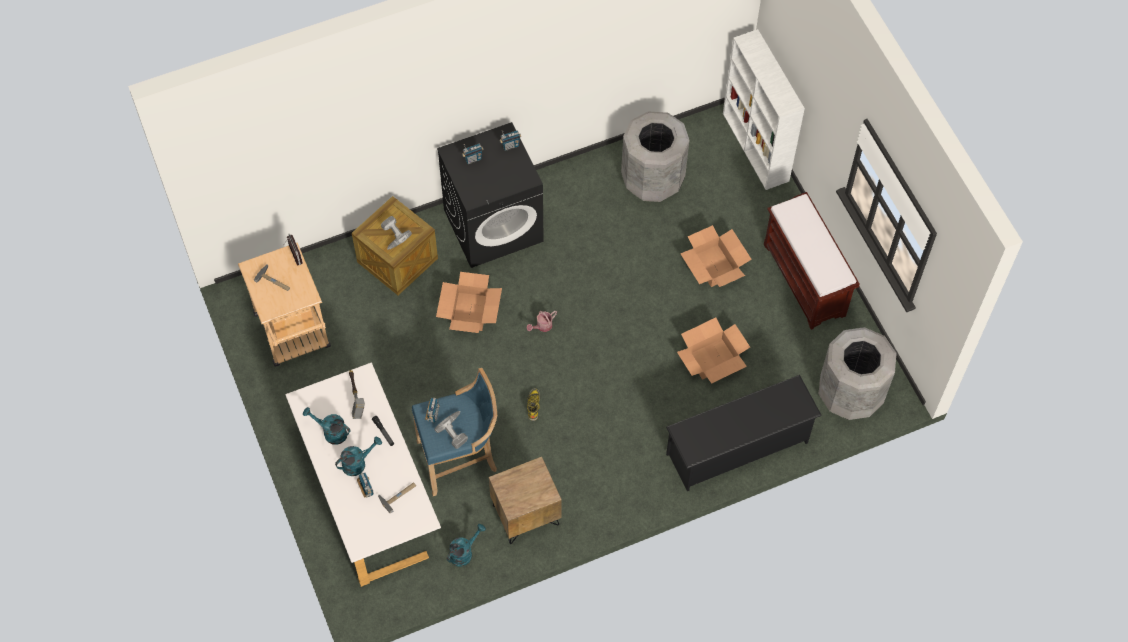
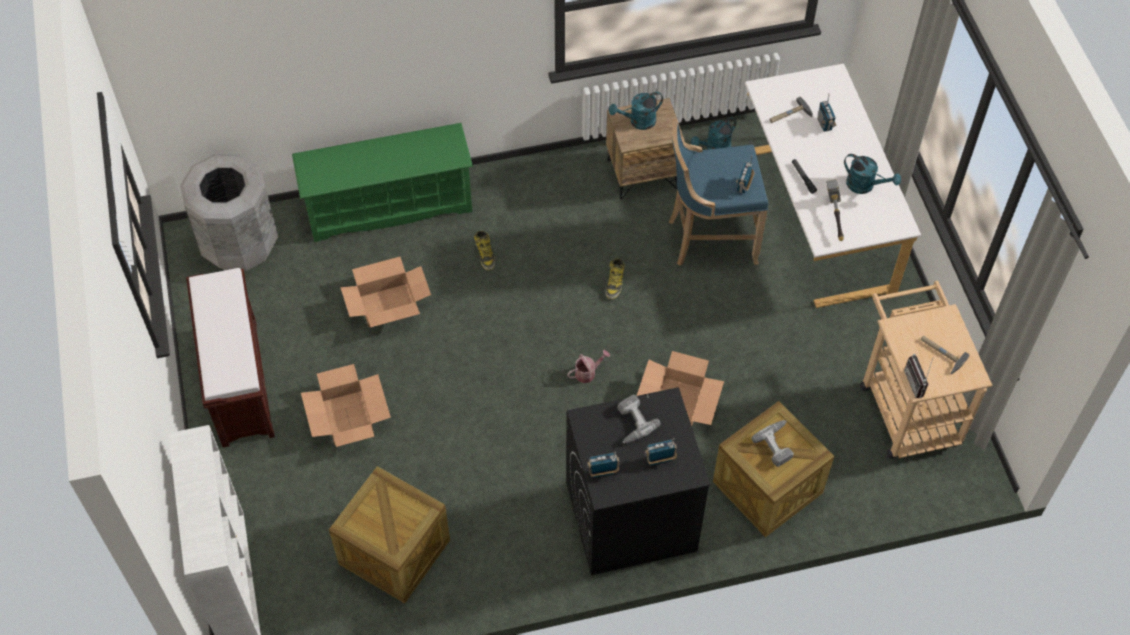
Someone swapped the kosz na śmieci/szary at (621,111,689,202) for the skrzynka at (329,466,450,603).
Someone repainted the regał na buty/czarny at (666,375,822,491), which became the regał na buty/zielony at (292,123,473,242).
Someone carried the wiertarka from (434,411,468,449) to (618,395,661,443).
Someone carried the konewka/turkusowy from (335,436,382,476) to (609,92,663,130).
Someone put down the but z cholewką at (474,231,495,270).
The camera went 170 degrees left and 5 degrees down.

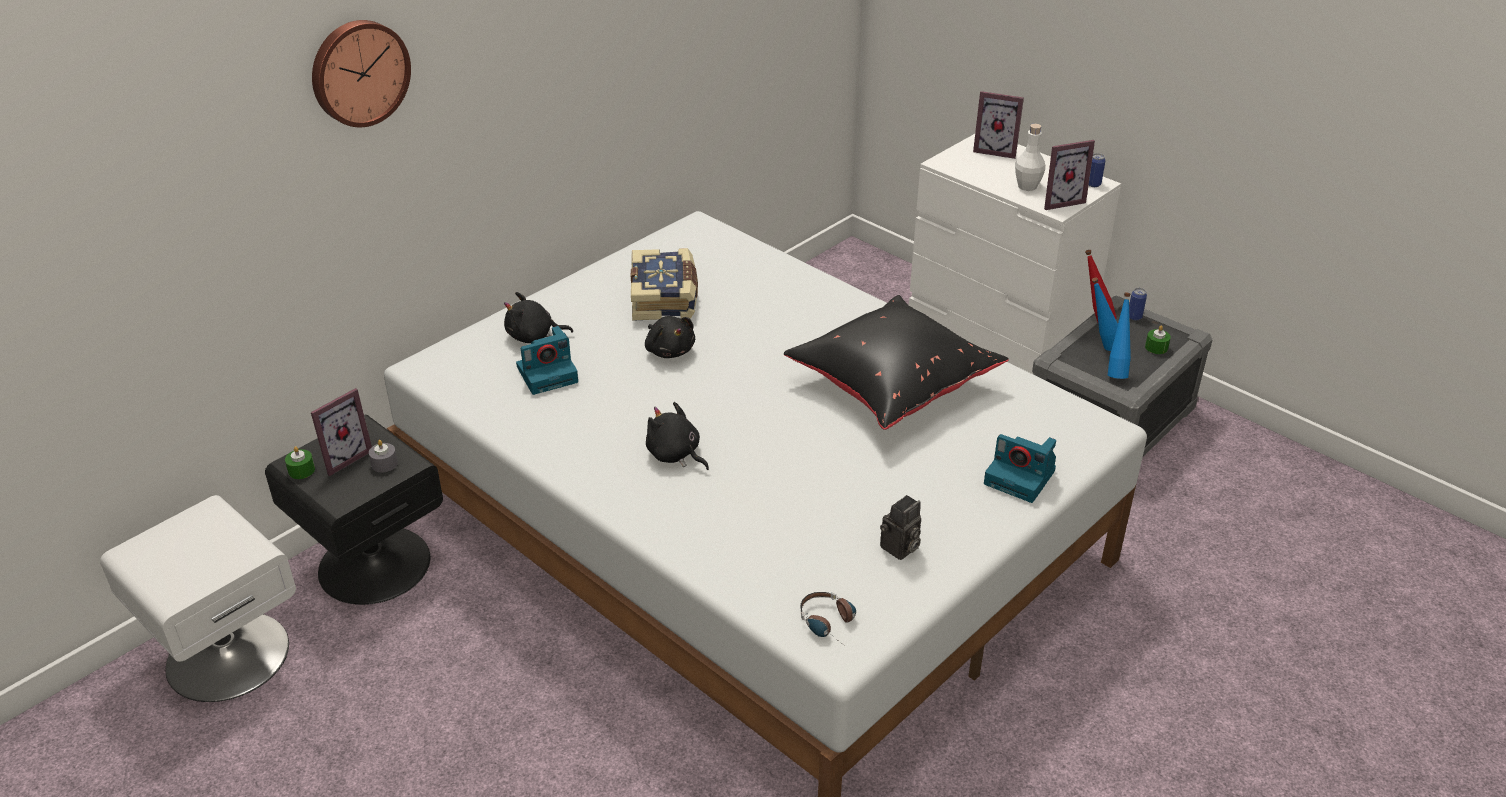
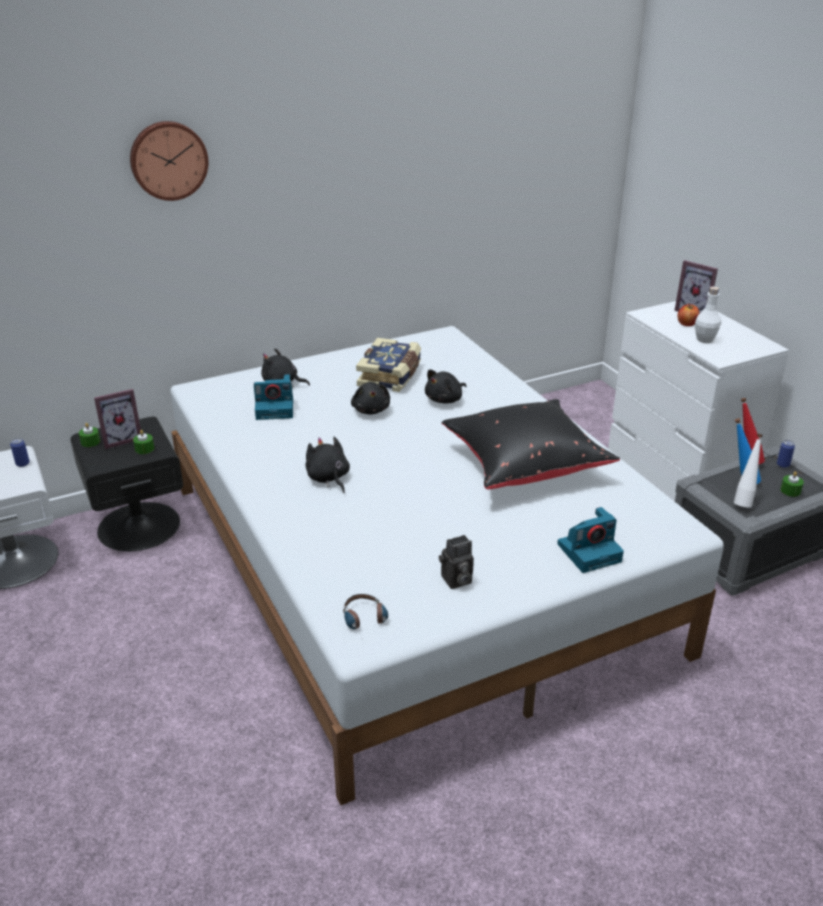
Someone took away the ramka na zdjęcie at (1044,140,1095,210).
Someone carried the puszka from (1088,153,1106,187) to (10,437,30,467).
Someone repainted the butelka/niebieski at (1108,293,1131,379), which became the butelka/biały at (734,433,763,508).
Someone rotated the aparat fotograficzny at (984,434,1056,503) by 75 degrees counterclockwise.
Someone repainted the świeca/szary at (369,440,398,472), which became the świeca/zielony at (133,430,154,454).
Someone put down the jabłko at (677,303,699,326).
Someone put down the pluszak/czarny at (425,369,466,403).
The camera went 20 degrees right and 5 degrees down.

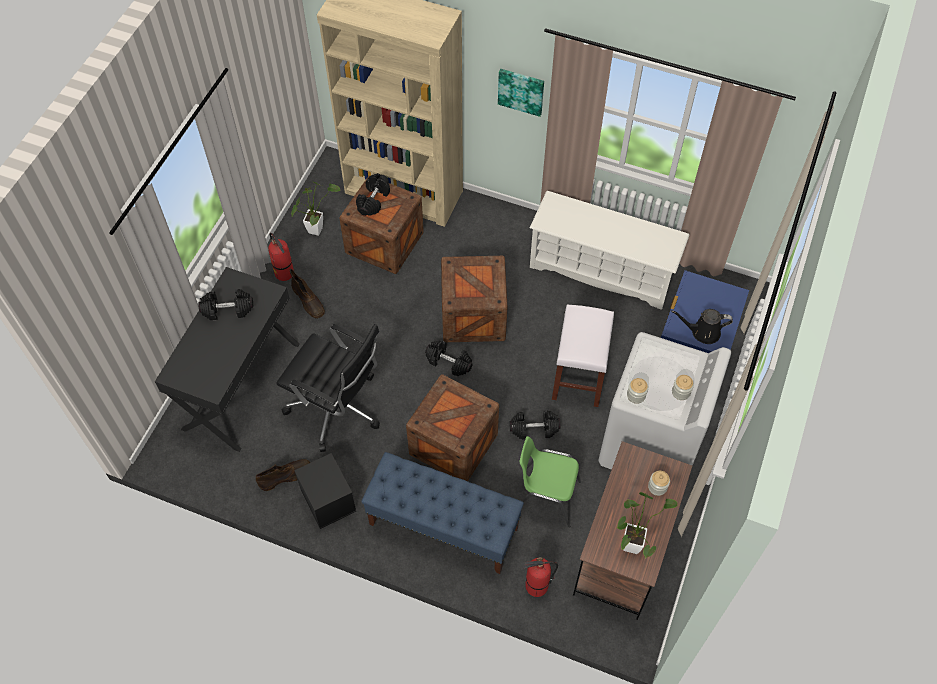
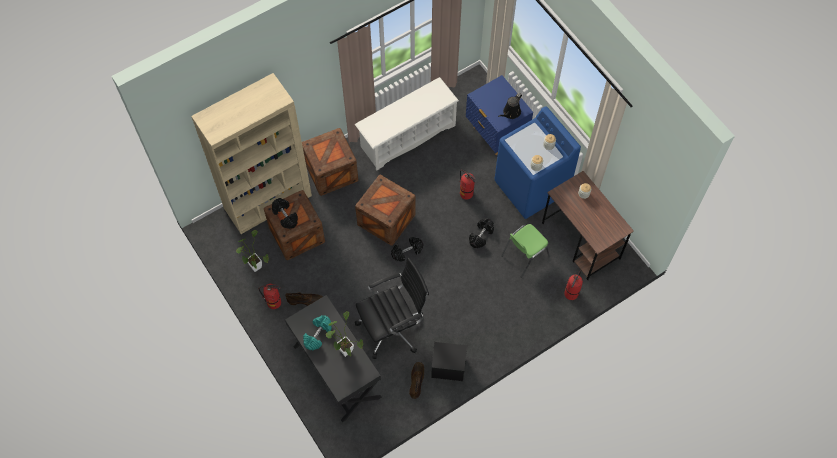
Someone took away the obraz at (498,69,544,117).
Someone repainted the hantel/czarny at (198,289,253,320), which became the hantel/turkusowy at (303,315,332,350).
Someone swapped the stołek/biały at (552,304,614,407) for the gaśnica at (460,170,476,200).
Someone repainted the pralka/biały at (599,332,731,470), which became the pralka/niebieski at (495,106,581,219).
Someone carried the skrzynka from (406,374,499,481) to (302,128,358,196).
Someone took away the ławka/niebieski at (361,452,524,574).
Someone carried the roślina doniczkowa from (617,492,678,558) to (326,311,363,357).
The camera went 55 degrees left and 5 degrees up.

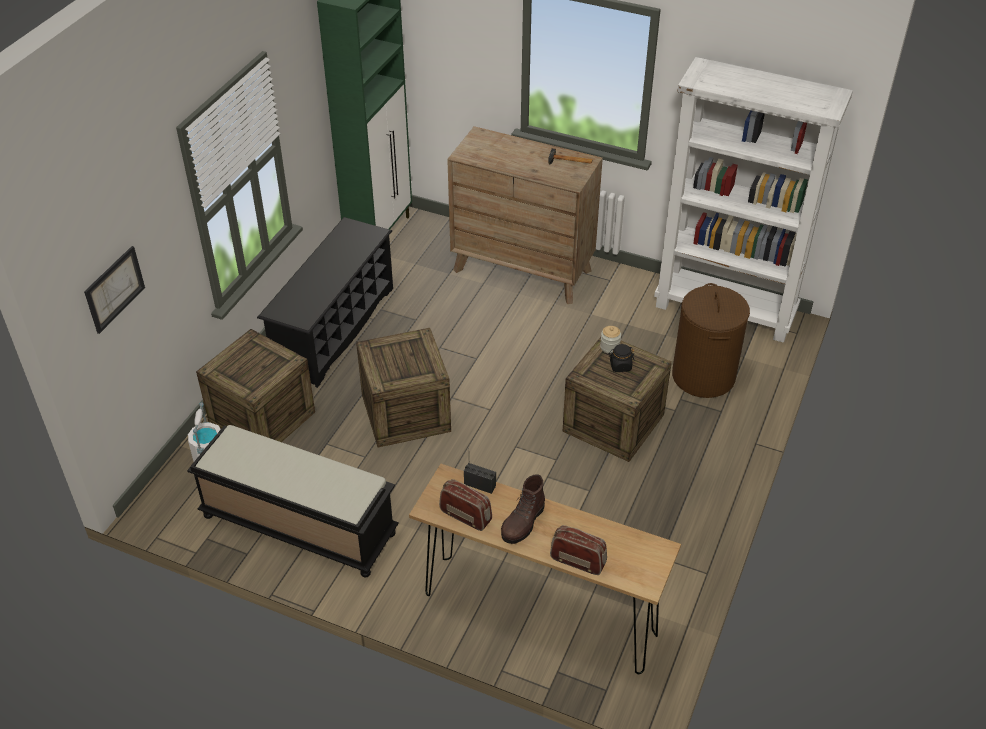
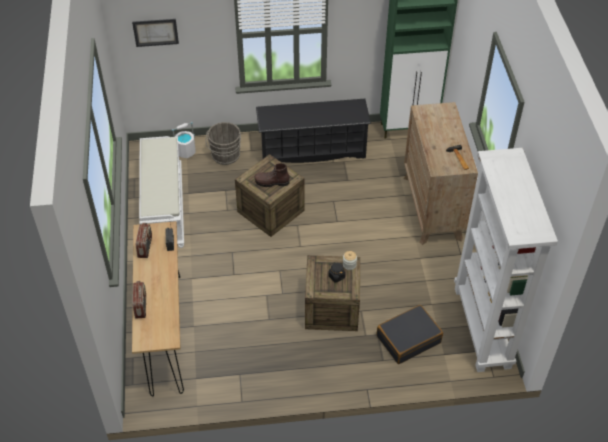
Someone swapped the kosz na pranie/brązowy at (672,283,750,398) for the walizka/czarny at (377,305,443,364).
Someone swapped the skrzynka at (196,329,315,442) for the wiadro/szary at (206,122,241,165).
Someone repainted the ławka/czarny at (187,425,399,578), which became the ławka/biały at (139,136,184,248).
Someone carried the but z cholewką/brązowy from (501,474,545,544) to (255,163,290,187).
The camera went 60 degrees right and 5 degrees up.

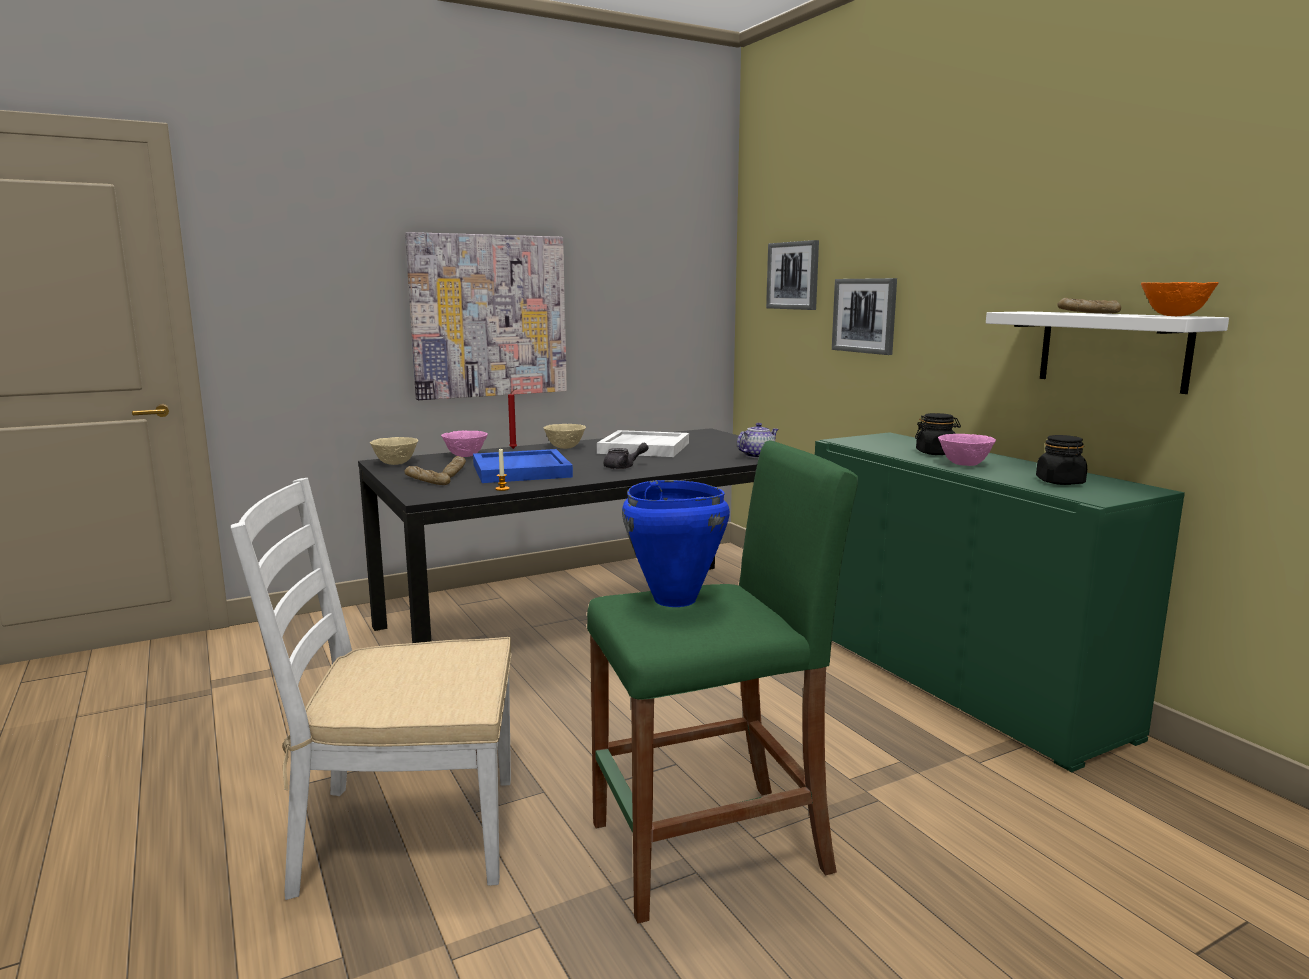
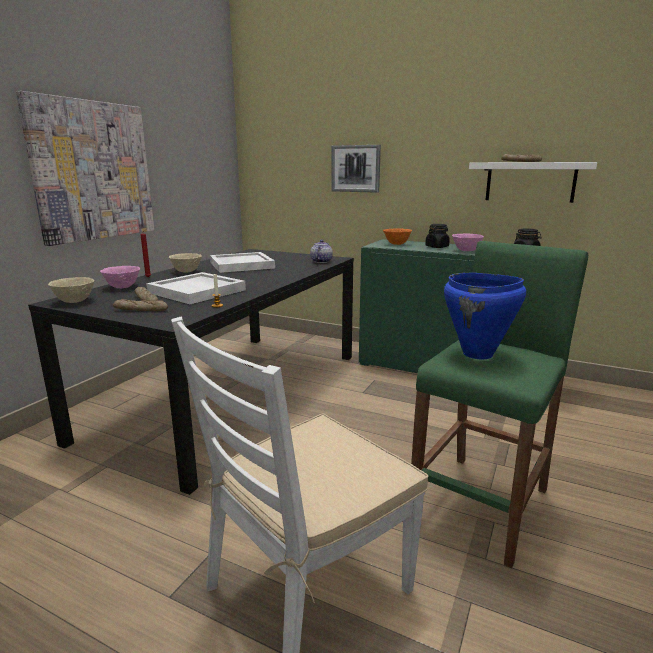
Someone took away the obraz at (766,240,819,310).
Someone carried the miska/pomarańczowy from (1141,282,1219,316) to (383,228,412,245).
Someone took away the imbryk/szary at (603,443,649,469).
Someone repainted the taca/niebieski at (473,449,573,483), which became the taca/biały at (146,272,246,304).
The camera went 35 degrees left and 5 degrees up.

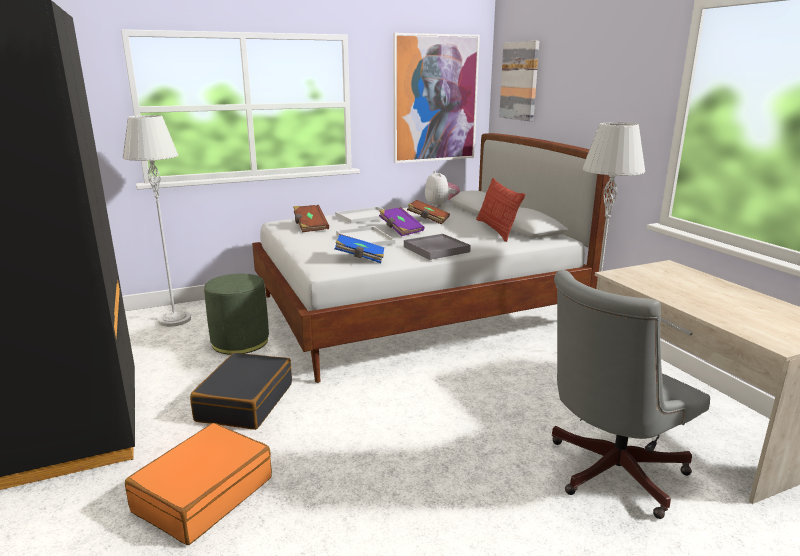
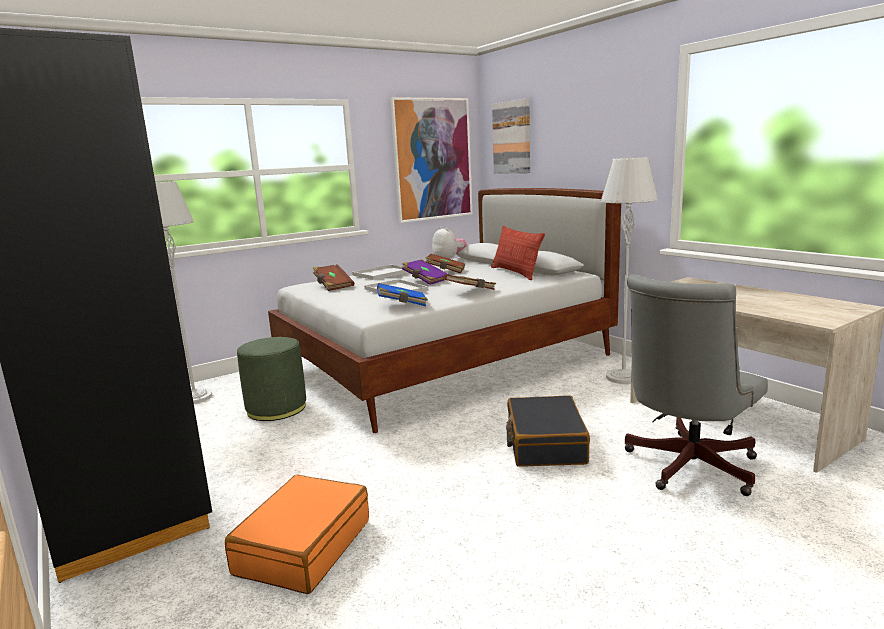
Someone swapped the taca/szary at (404,234,471,260) for the książka/brązowy at (444,274,496,290).
Someone carried the walizka/czarny from (190,353,292,430) to (506,395,590,467).
The camera went 10 degrees left and 5 degrees down.

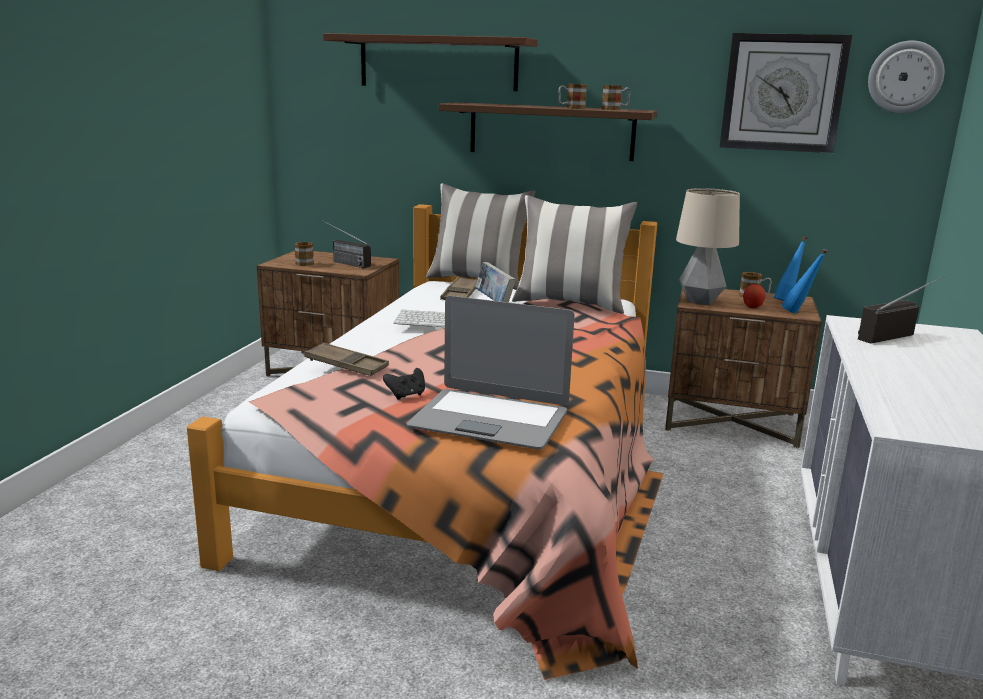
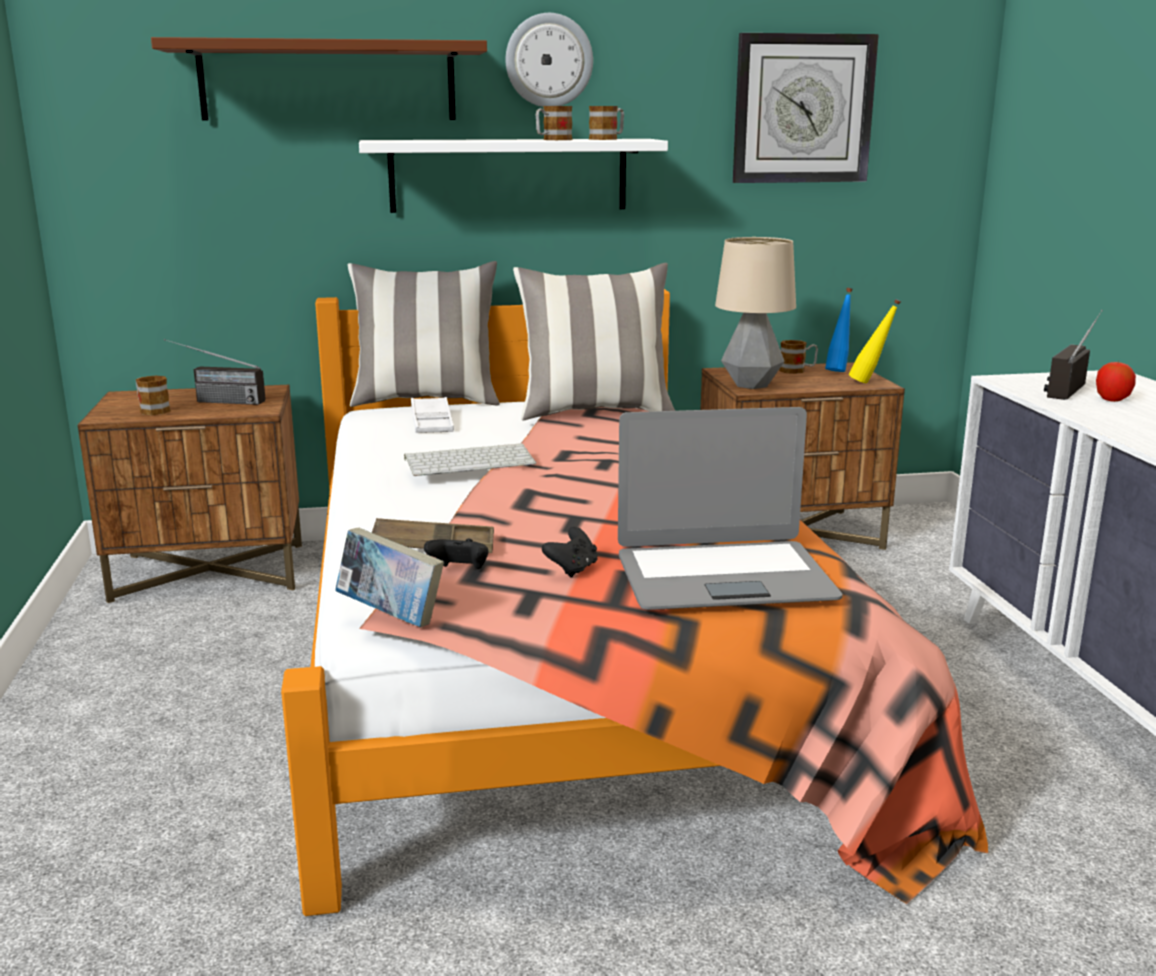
Someone carried the zegar ścienny from (868,41,944,113) to (506,13,593,107).
Someone repainted the półka/brązowy at (439,102,657,161), which became the półka/biały at (359,139,668,213).
Someone repainted the butelka/niebieski at (782,249,828,313), which became the butelka/żółty at (849,299,901,383).
Someone carried the książka from (475,262,516,302) to (335,528,444,627).
Someone repainted the taca/brązowy at (440,277,477,300), which became the taca/biały at (411,397,454,433).
Someone carried the jabłko from (743,285,766,308) to (1096,360,1136,402).
Someone put down the pad do gier/czarny at (424,539,488,569).
The camera went 25 degrees left and 0 degrees up.

